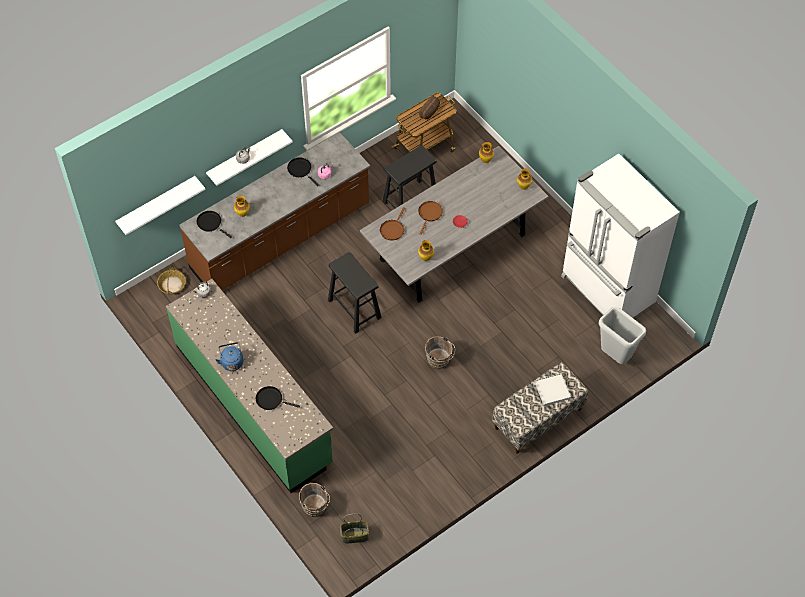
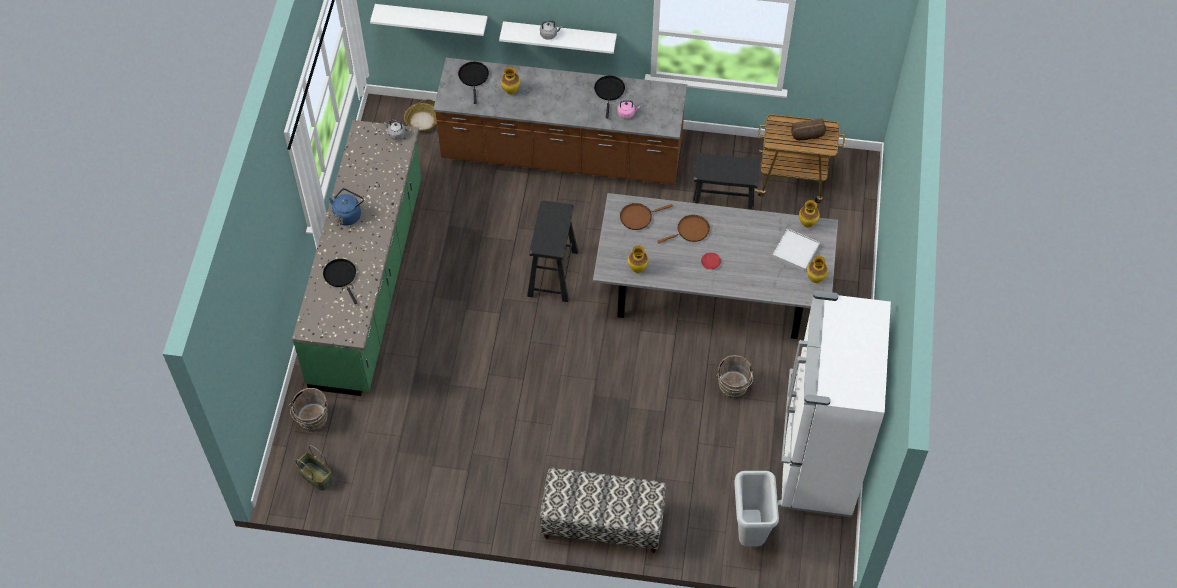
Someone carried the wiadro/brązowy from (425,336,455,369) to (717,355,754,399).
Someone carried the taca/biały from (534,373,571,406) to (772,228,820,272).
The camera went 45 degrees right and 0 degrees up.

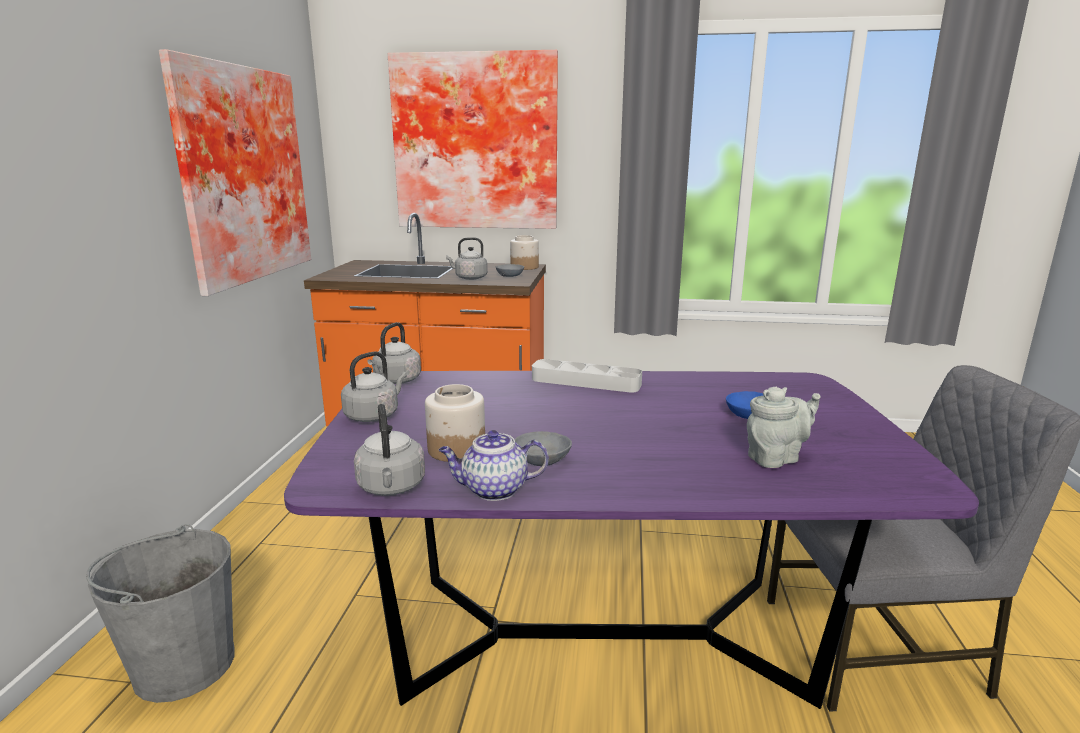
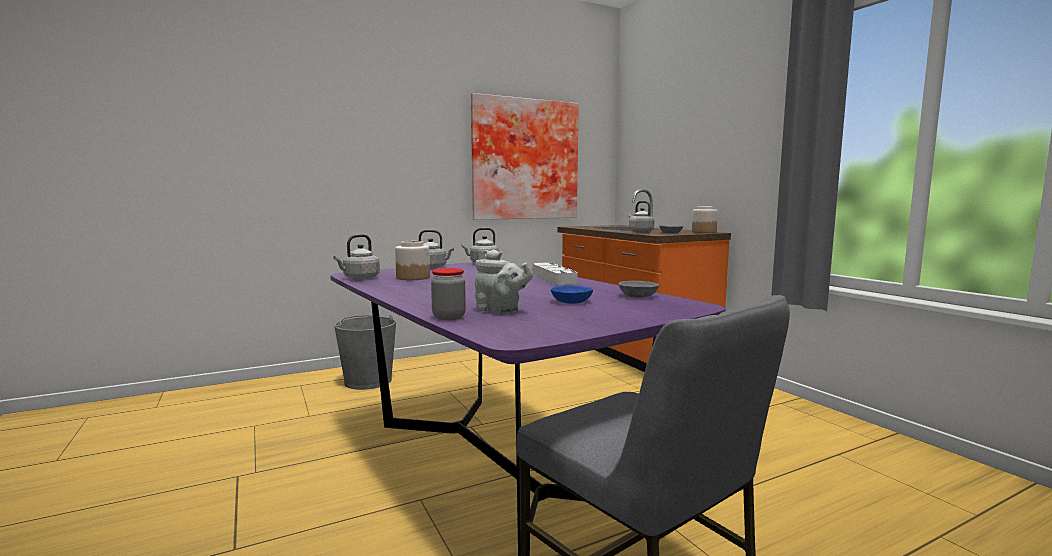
Someone took away the obraz at (388,50,558,229).
Someone took away the imbryk at (439,430,549,501).
Someone carried the miska/szary from (515,431,572,466) to (619,281,659,298).
Someone put down the słoik at (431,268,466,320).
The camera went 55 degrees right and 10 degrees down.

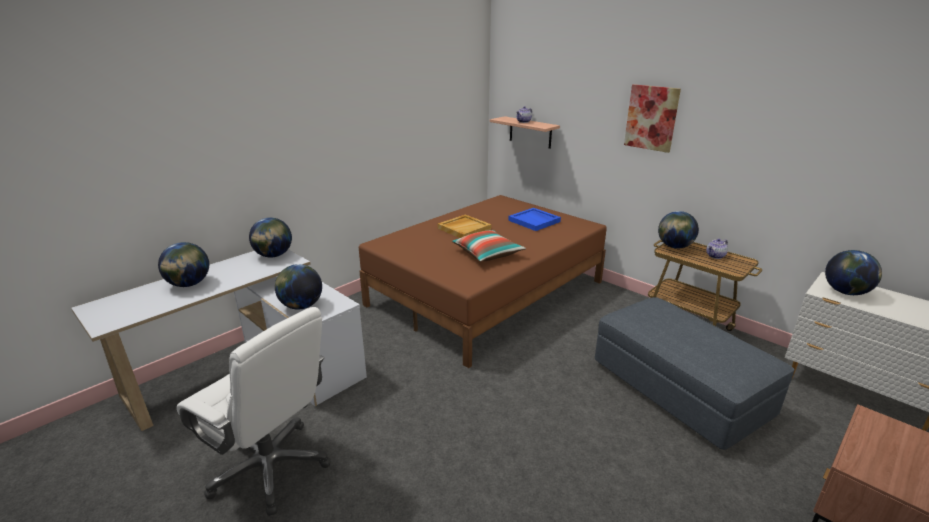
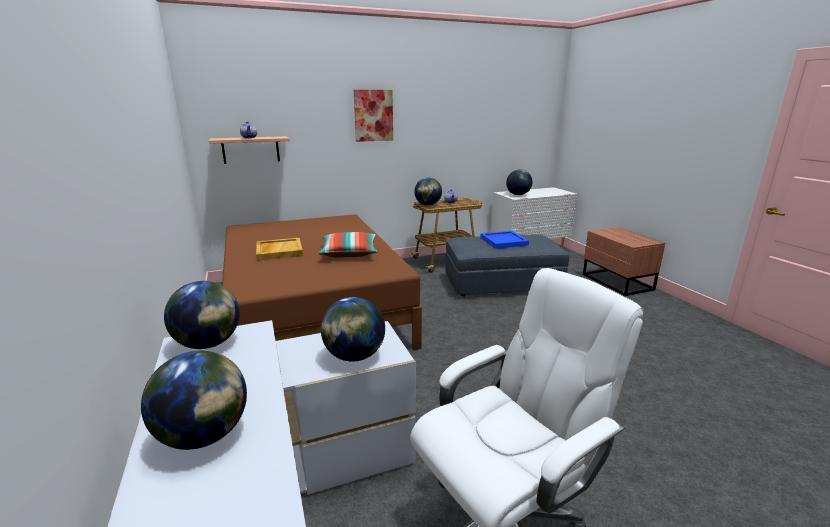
Someone carried the taca/niebieski from (508,208,561,231) to (480,231,529,249).
The camera went 65 degrees left and 5 degrees down.

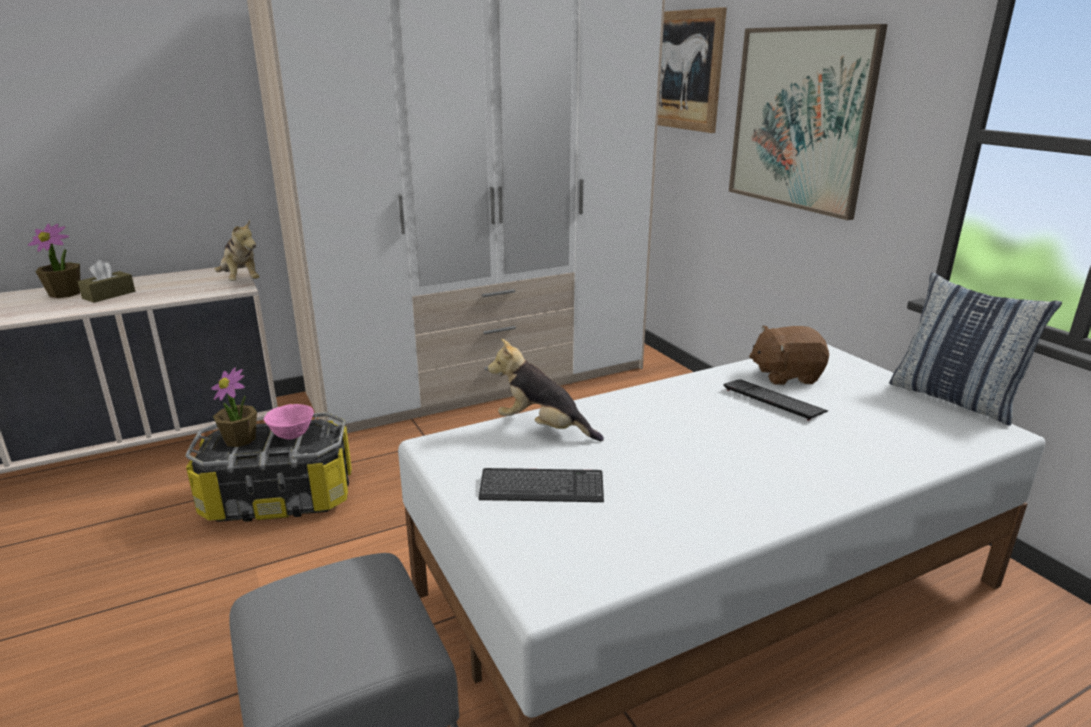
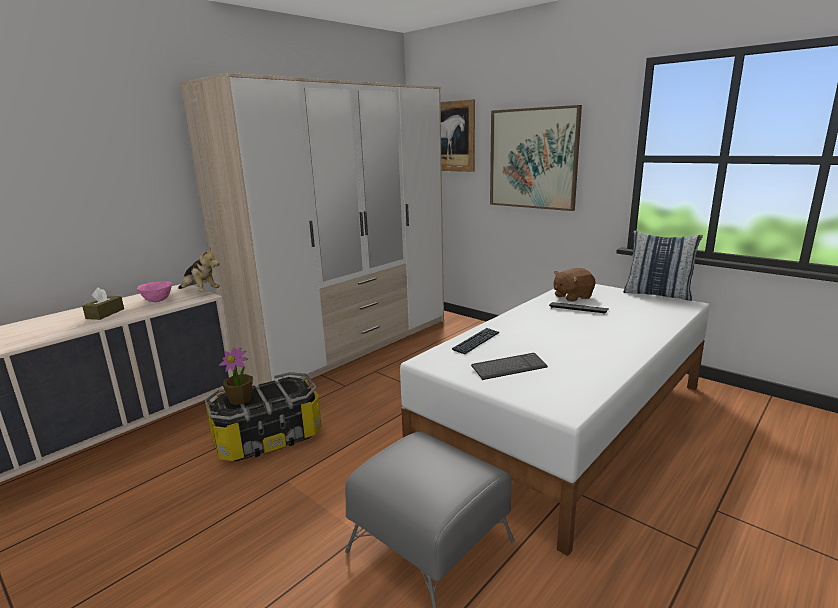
Someone took away the roślina doniczkowa at (28,224,80,298).
Someone swapped the pluszak at (488,338,604,441) for the klawiatura at (452,328,500,354).
Someone carried the miska/różowy from (264,404,314,440) to (137,281,172,302).
The camera went 20 degrees left and 5 degrees down.

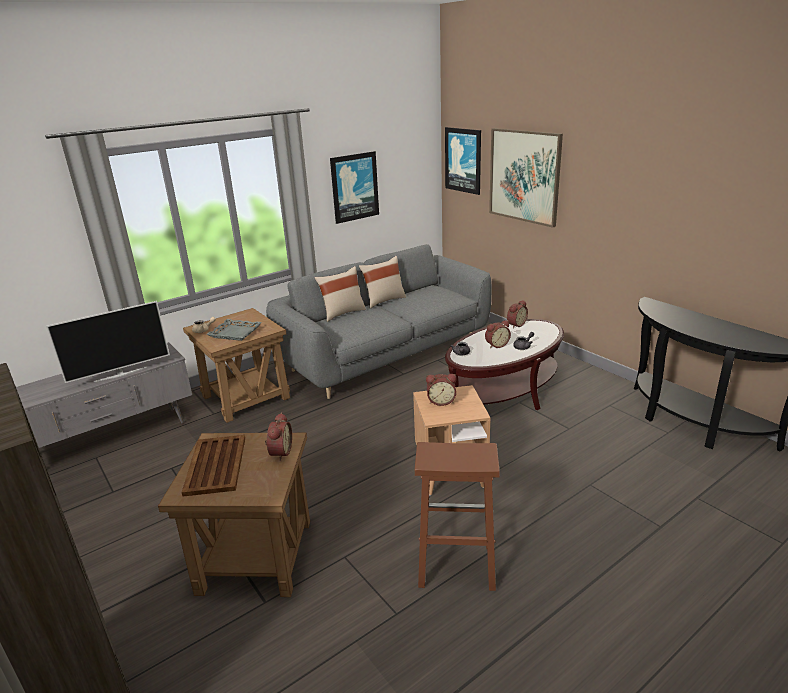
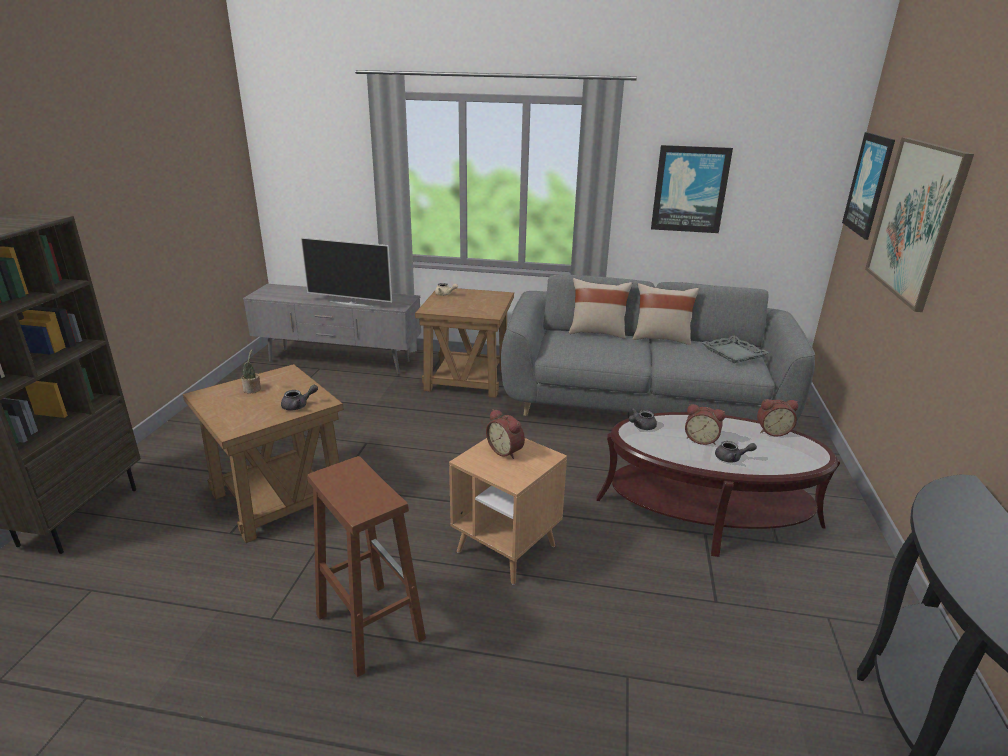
Someone carried the taca/szary from (207,319,262,341) to (701,336,769,363).
Someone swapped the budzik at (265,413,292,461) for the imbryk/szary at (281,385,318,410).
Someone swapped the taca/brązowy at (182,435,245,497) for the roślina doniczkowa at (241,349,261,393).
The camera went 45 degrees right and 0 degrees up.

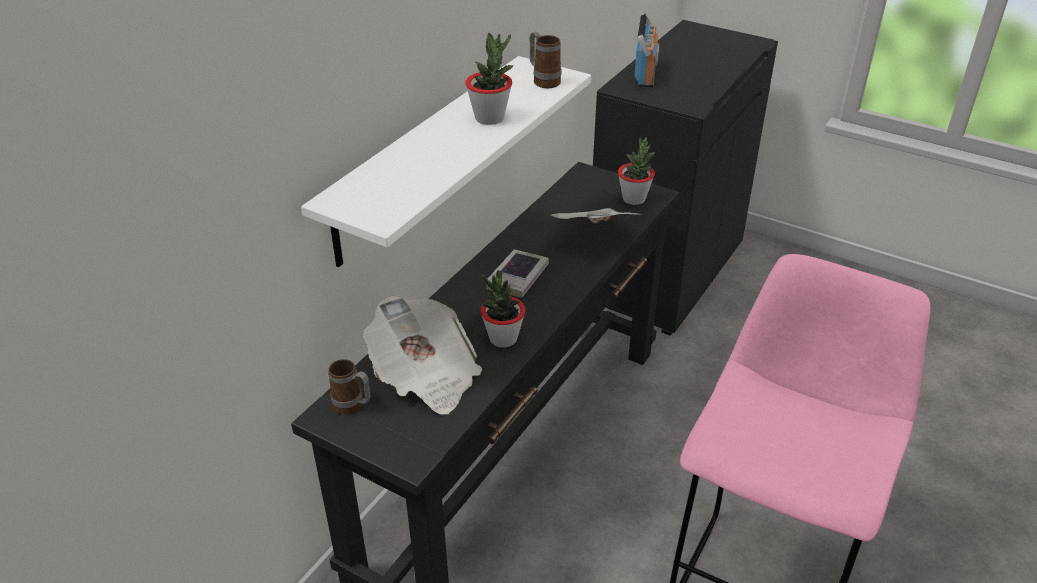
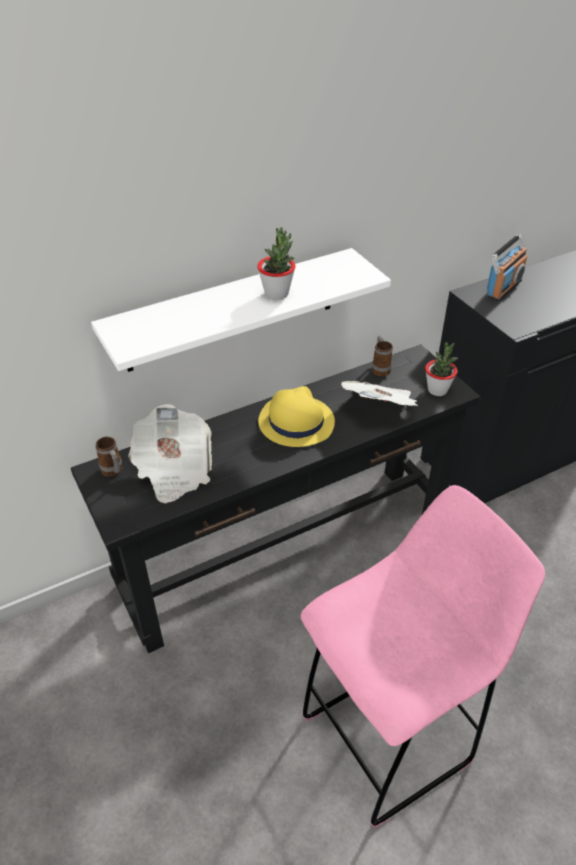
Someone carried the kubek from (529,32,561,88) to (372,336,393,377).
Someone swapped the książka at (486,249,549,298) for the kapelusz/żółty at (258,386,335,447).
Someone took away the roślina doniczkowa at (480,270,526,348).
The camera went 30 degrees right and 5 degrees up.

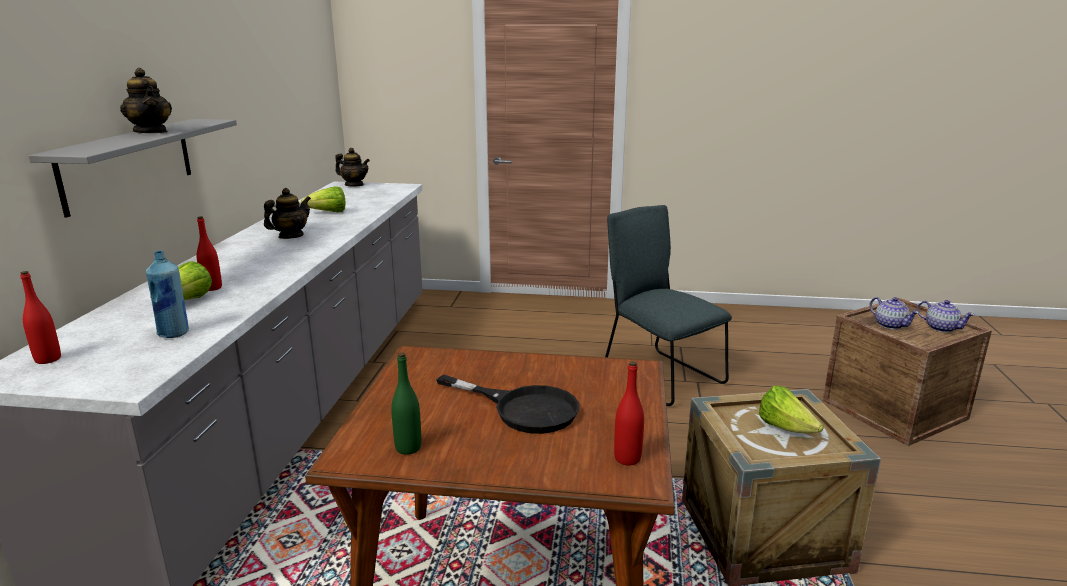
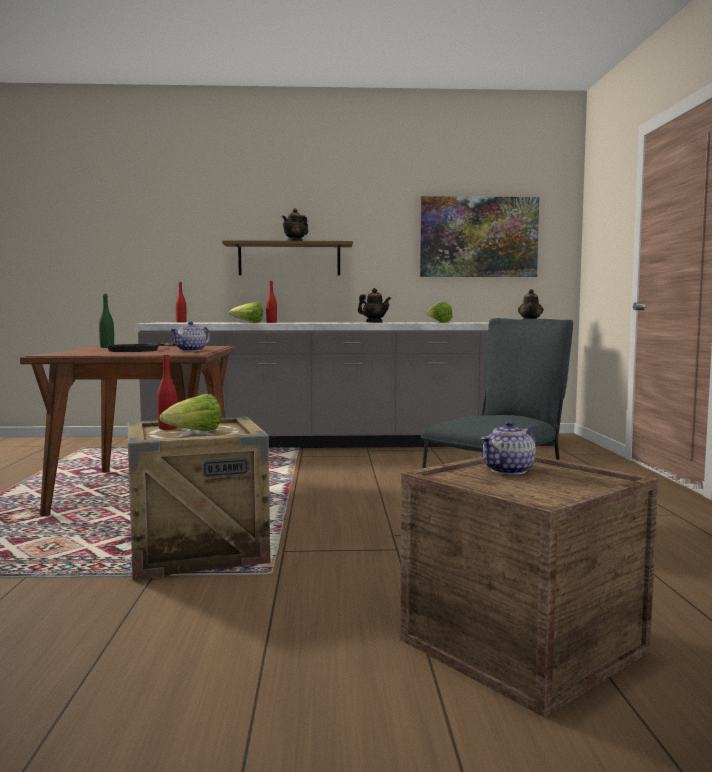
Someone repainted the półka/szary at (29,119,237,218), which became the półka/brązowy at (222,240,353,275).
Someone took away the butelka/niebieski at (146,251,189,338).
Someone carried the imbryk from (917,300,975,333) to (170,322,211,351).
Someone carried the butelka/czerwony from (614,361,644,466) to (157,355,177,430).
Someone put up the obraz at (420,196,539,277).
The camera went 80 degrees right and 15 degrees down.

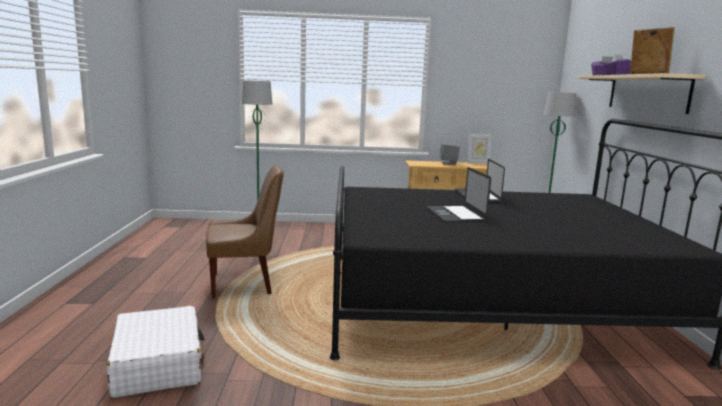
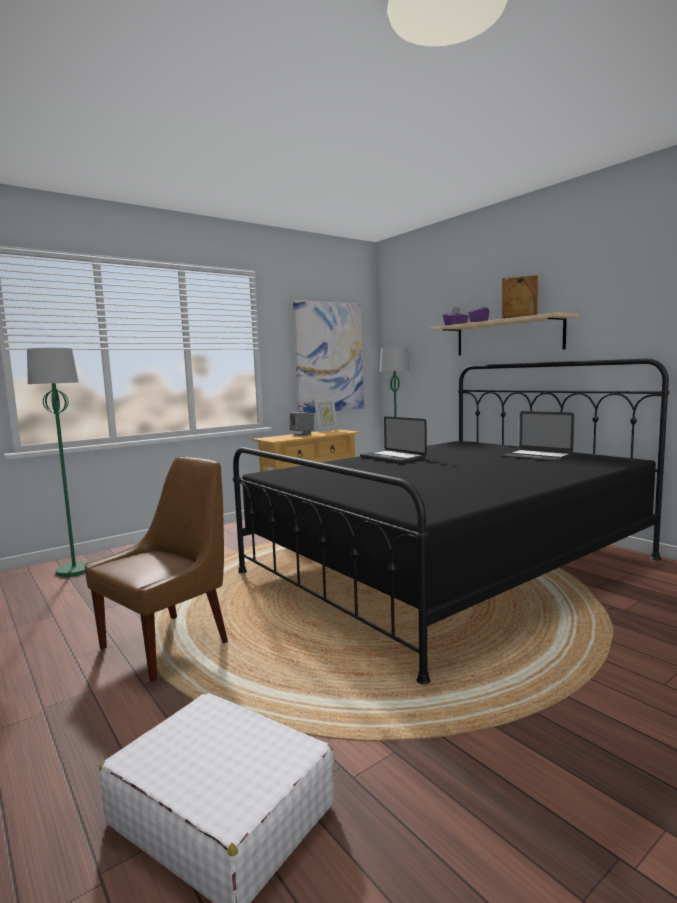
Someone carried the laptop from (427,167,491,222) to (502,411,574,461).
Someone put up the obraz at (293,300,364,413).
The camera went 35 degrees left and 5 degrees down.

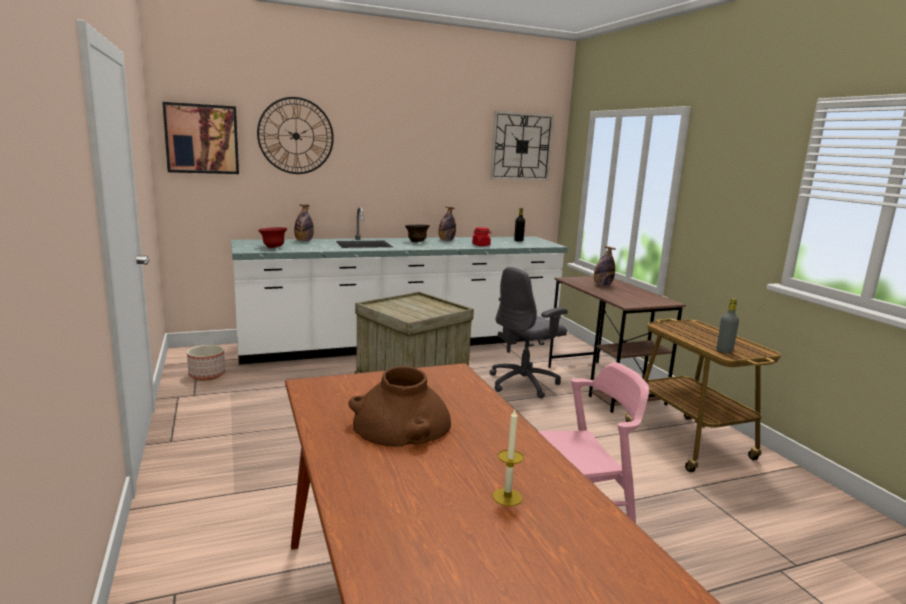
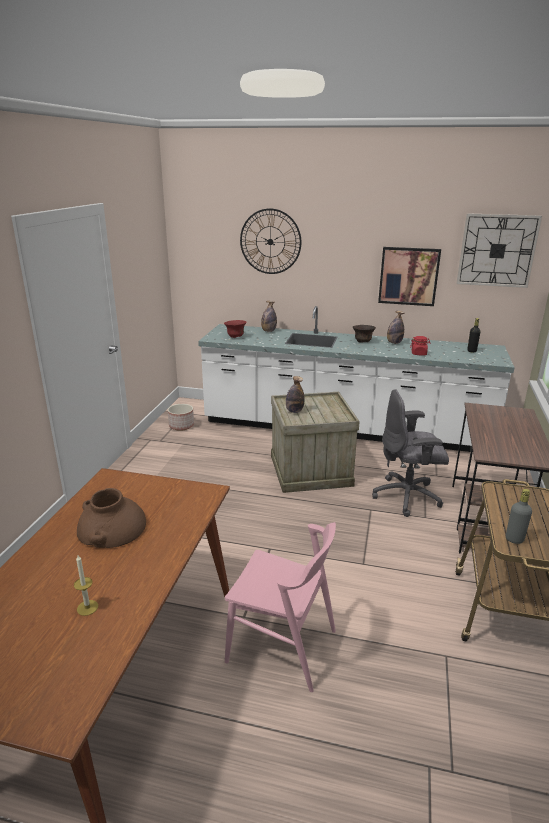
Someone carried the obraz from (162,102,239,174) to (378,247,441,306).
Someone carried the butelka from (594,246,616,286) to (286,376,305,413).
The camera went 35 degrees right and 10 degrees up.

